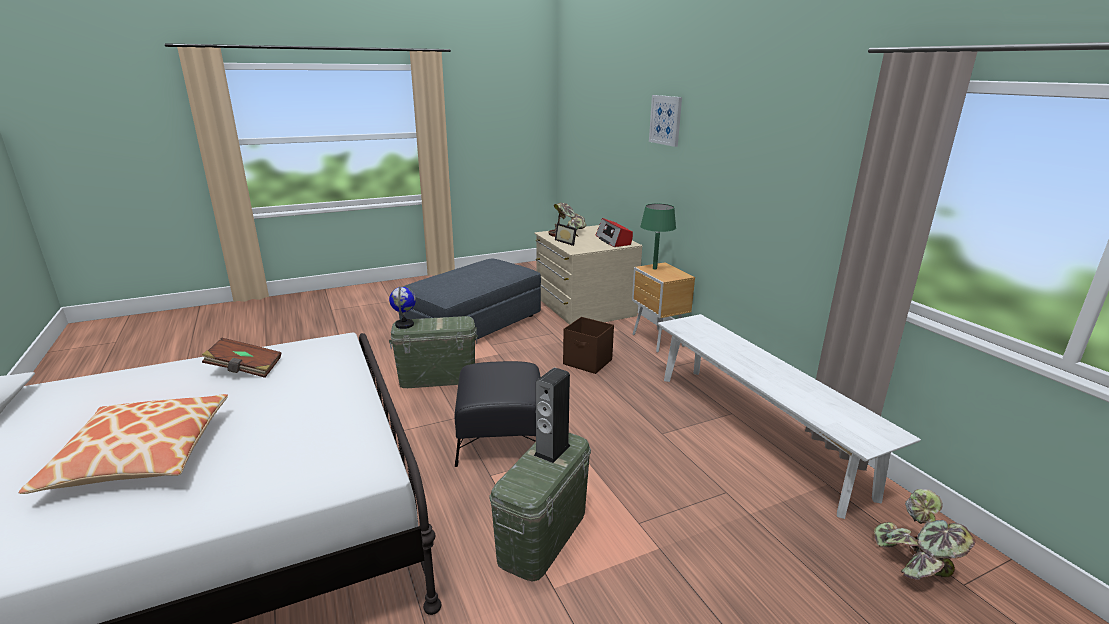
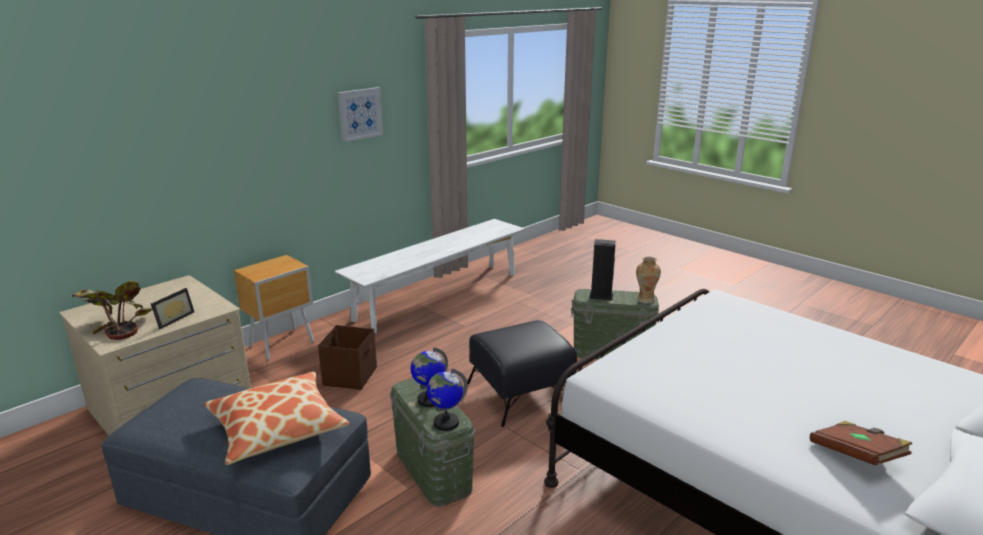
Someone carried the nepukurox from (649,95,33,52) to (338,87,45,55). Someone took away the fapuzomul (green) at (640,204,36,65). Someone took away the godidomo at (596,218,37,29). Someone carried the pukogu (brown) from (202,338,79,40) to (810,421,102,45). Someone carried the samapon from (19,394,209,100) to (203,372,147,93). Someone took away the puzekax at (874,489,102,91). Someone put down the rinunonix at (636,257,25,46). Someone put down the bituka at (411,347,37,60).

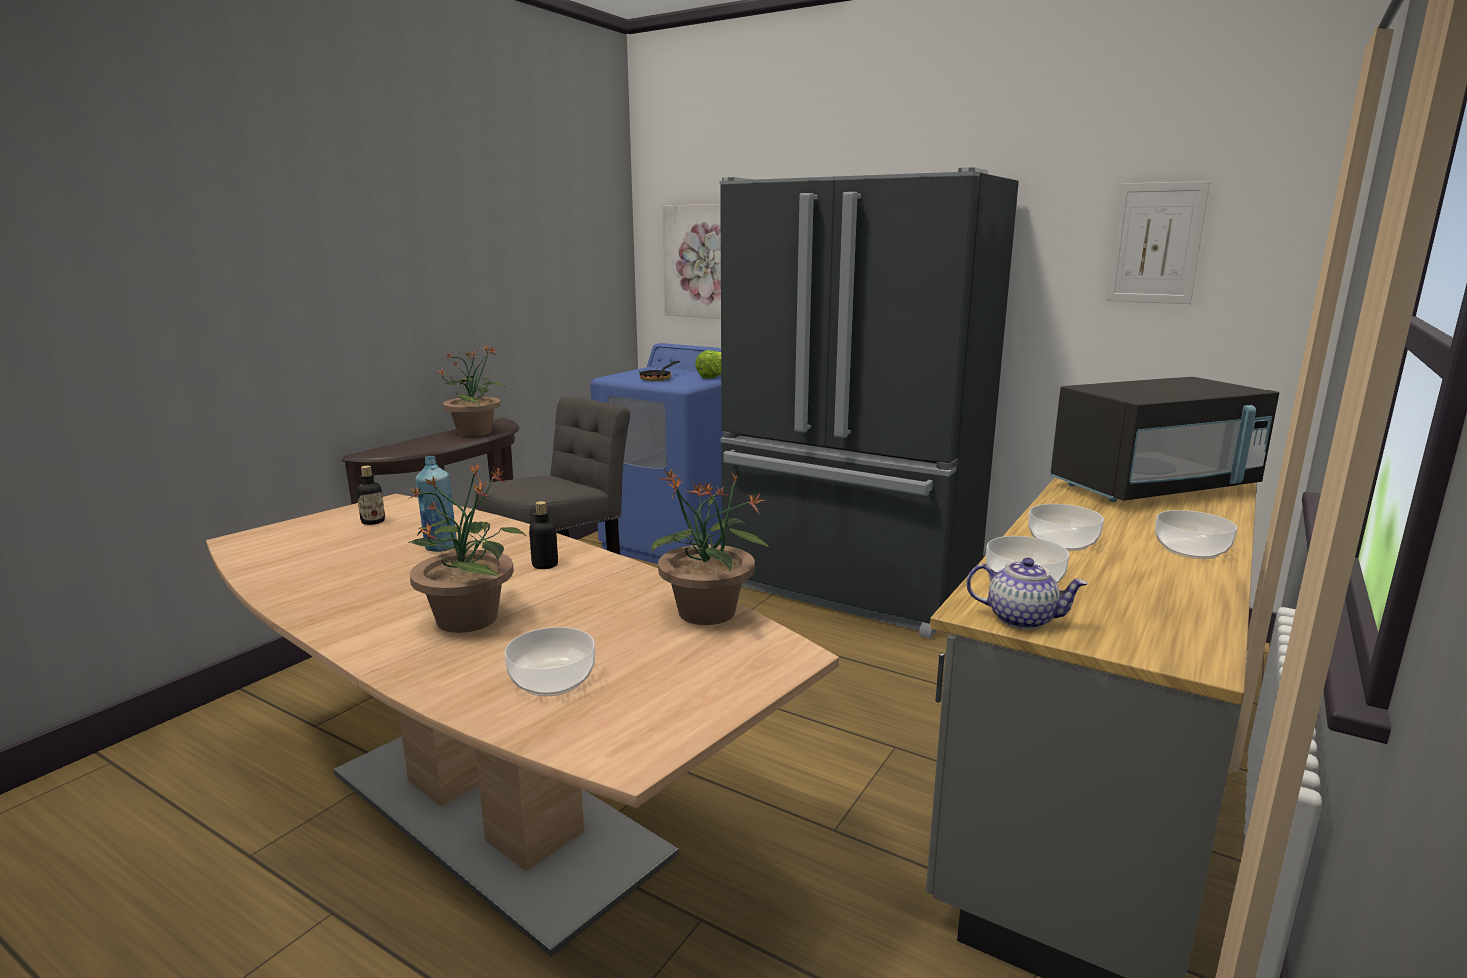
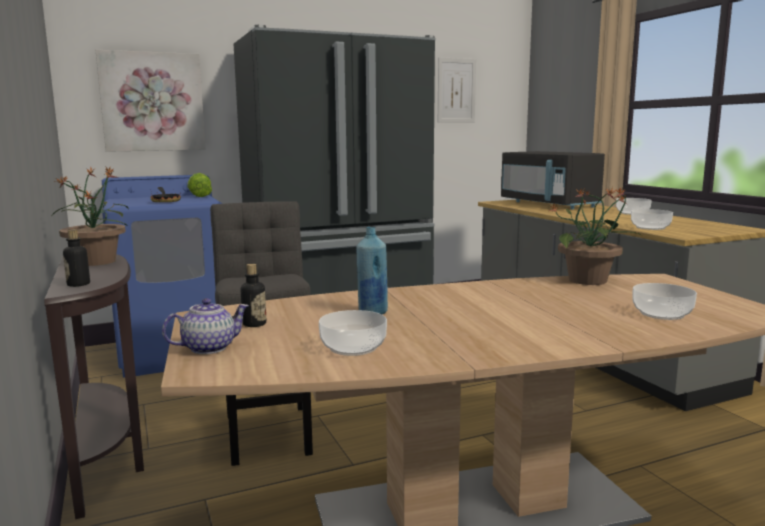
Someone rotated the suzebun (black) at (1050,377,229,125) by 135 degrees clockwise. Someone took away the puzekax at (408,462,118,171). Someone carried the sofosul from (529,501,29,68) to (63,229,27,58). Someone carried the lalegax from (1028,504,76,47) to (319,310,68,46). Someone carried the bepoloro from (966,558,122,71) to (162,298,87,56).

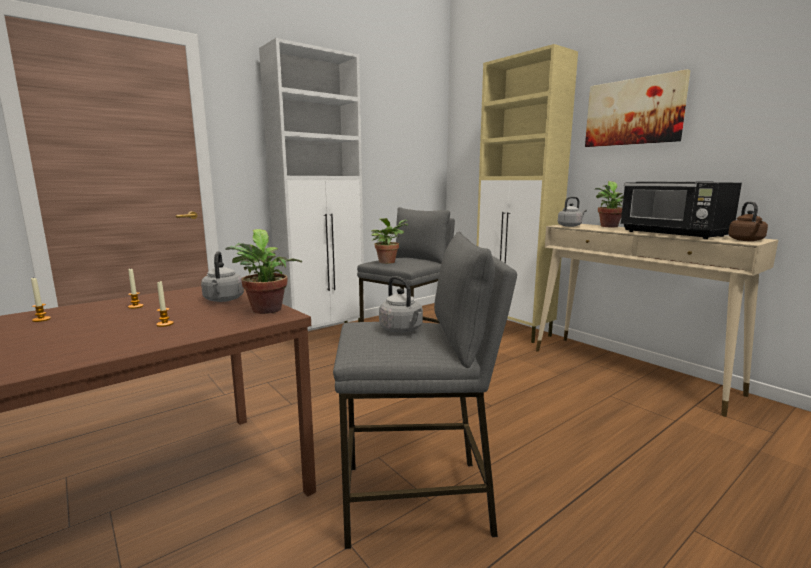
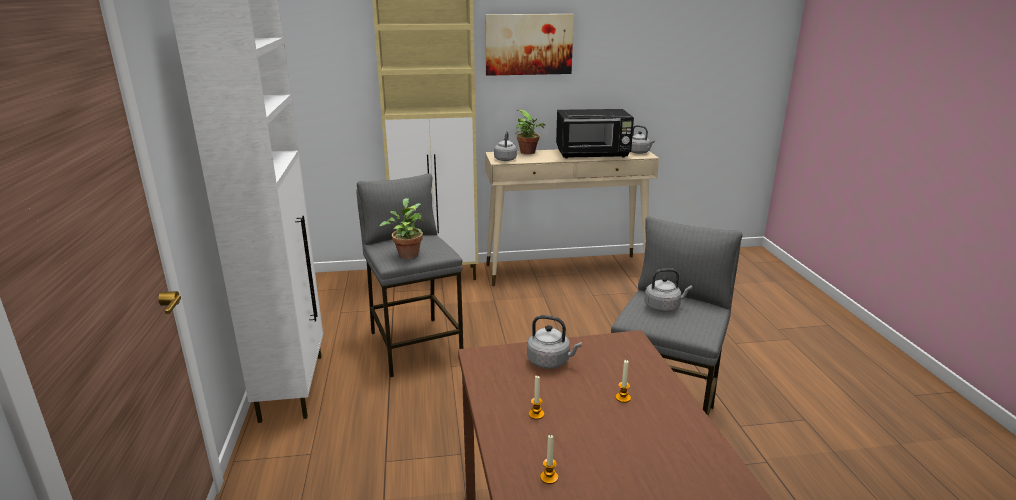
Someone repainted the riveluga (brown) at (728,201,40,40), which became the riveluga (grey) at (631,125,24,29). Someone took away the puzekax at (225,229,77,85).

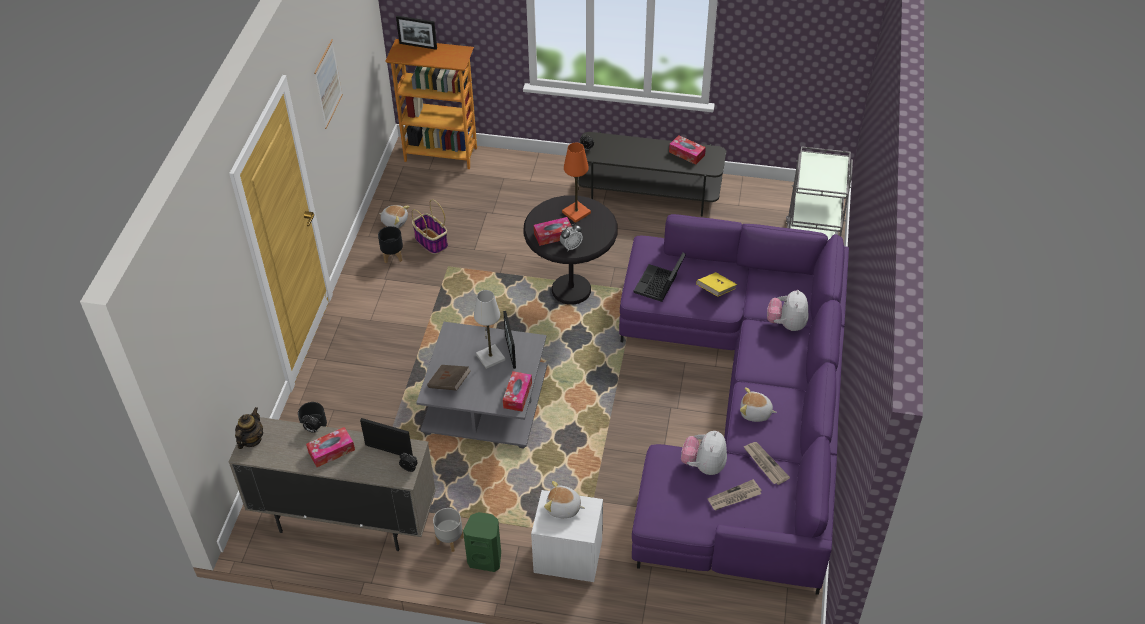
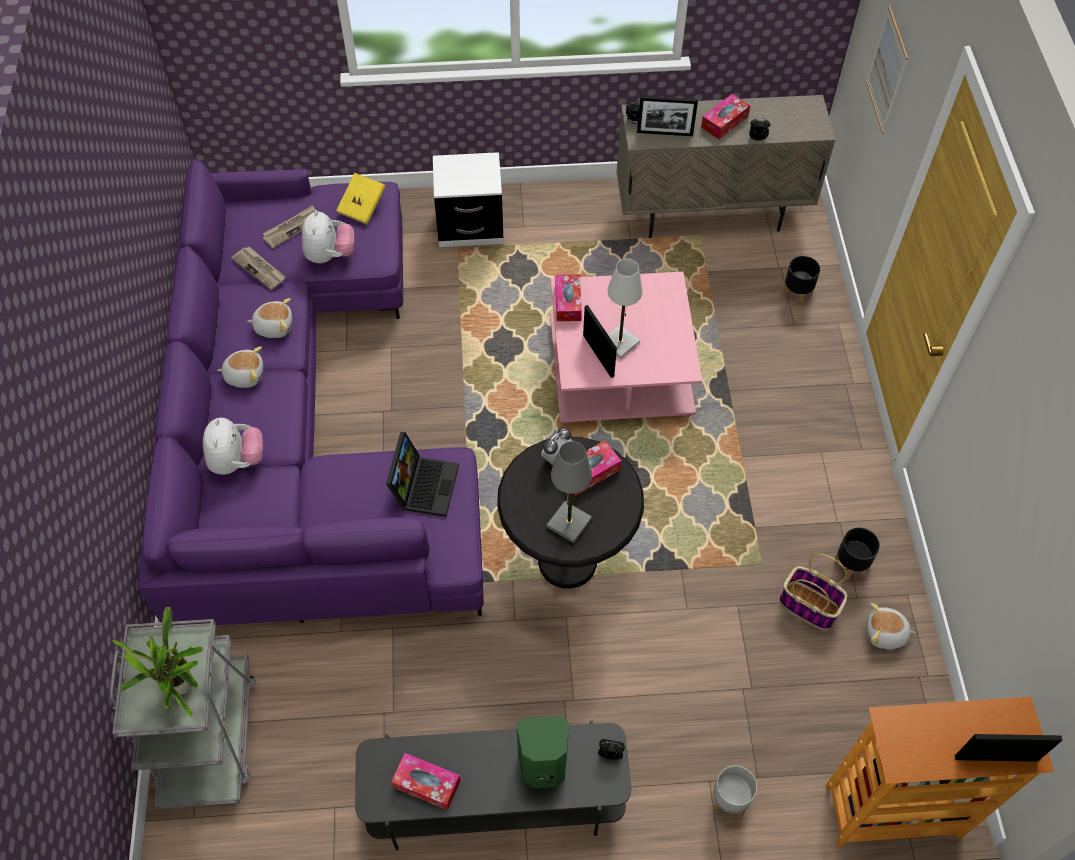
Someone carried the nepukurox from (314,39,29,90) to (866,6,42,127). Someone repainted the fapuzomul (orange) at (562,143,29,80), which became the fapuzomul (grey) at (547,441,45,102). Someone carried the pukogu (yellow) from (696,272,41,25) to (336,173,50,51). Someone repainted the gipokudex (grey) at (416,322,131,126), which became the gipokudex (pink) at (550,272,152,152). Someone took away the pukogu (brown) at (427,365,44,26). Someone took away the bepoloro at (235,407,28,42). Someone carried the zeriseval from (544,481,41,37) to (217,346,46,42). Someone carried the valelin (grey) from (433,508,31,44) to (713,765,44,53). Someone carried the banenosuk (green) from (463,512,38,60) to (517,716,52,72). Someone put down the puzekax at (112,607,92,109).

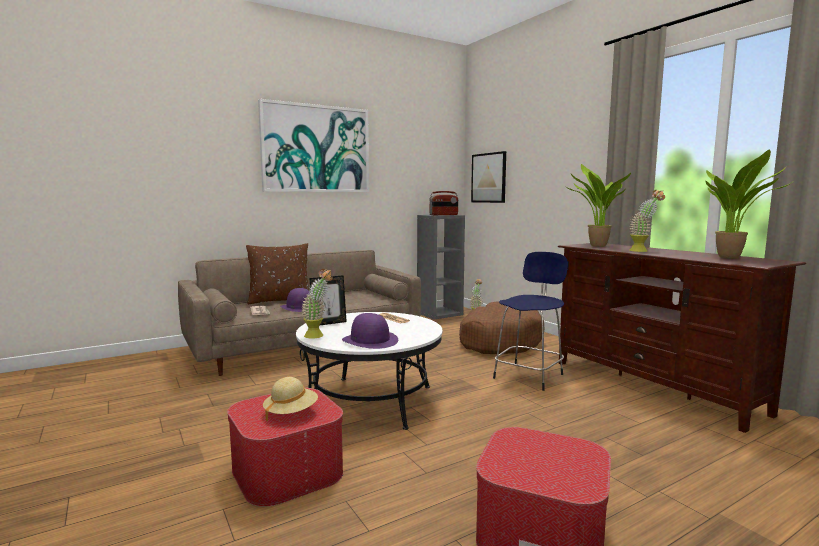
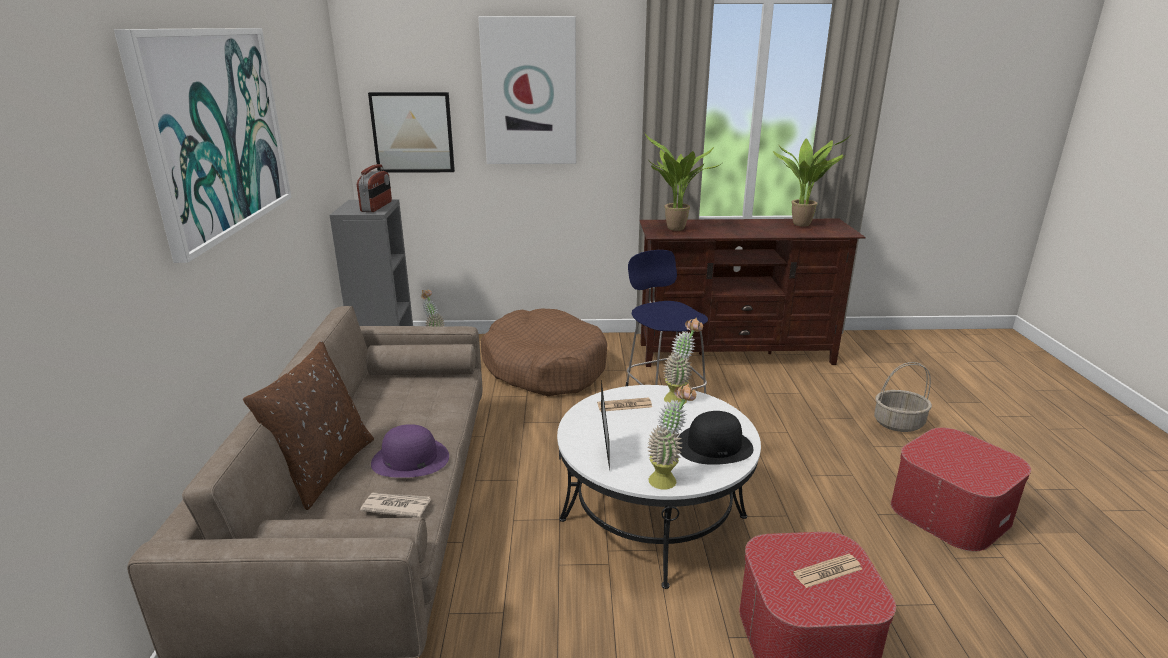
Someone carried the puzekax from (629,190,36,62) to (663,318,40,86). Someone repainted the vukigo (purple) at (342,313,56,36), which became the vukigo (black) at (678,411,75,54). Someone swapped the vukigo (beige) at (263,377,55,44) for the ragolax at (793,554,69,34). Someone put up the nepukurox at (478,16,98,148). Someone put down the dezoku at (874,362,58,70).

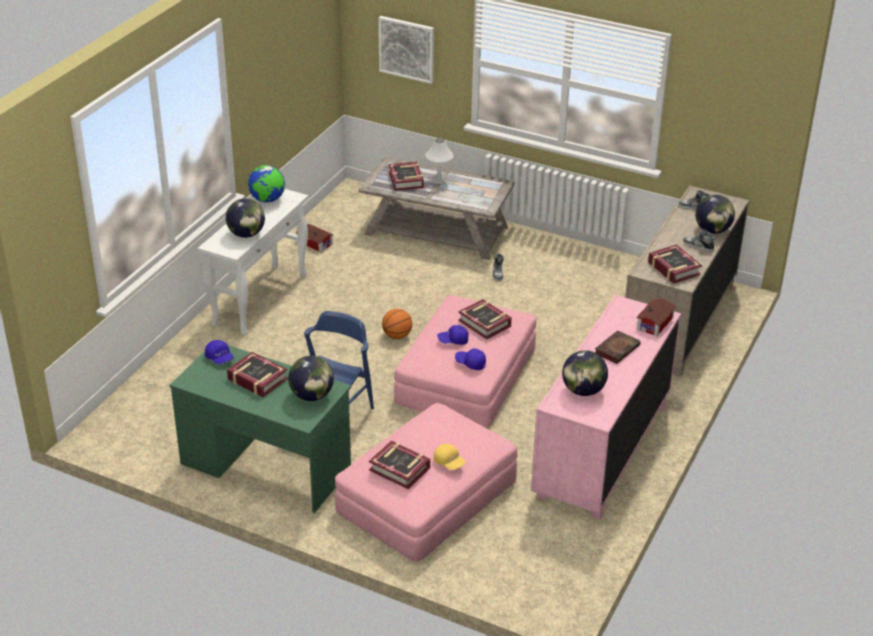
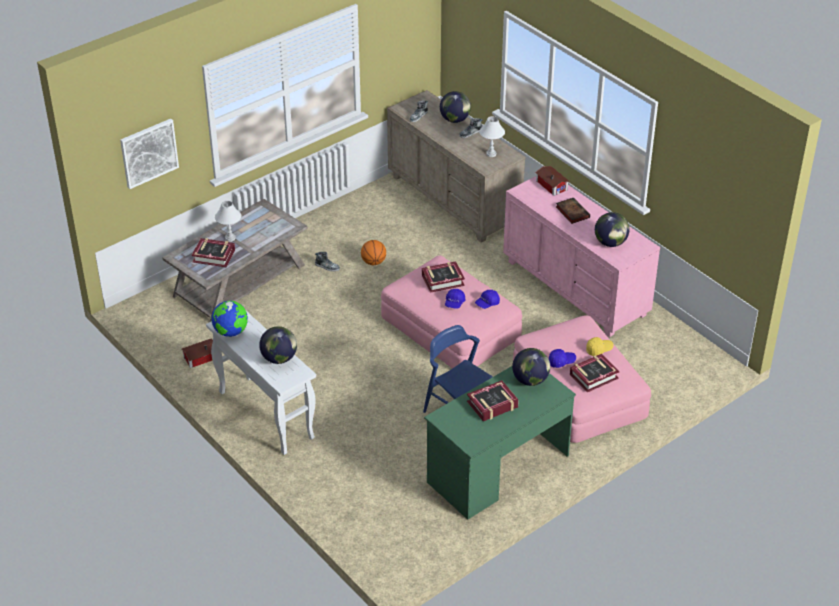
Someone swapped the pukogu at (648,245,54,39) for the fapuzomul (white) at (479,116,26,41). Someone carried the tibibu from (382,309,30,30) to (361,240,25,25). Someone carried the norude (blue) from (205,340,29,24) to (549,349,27,19).

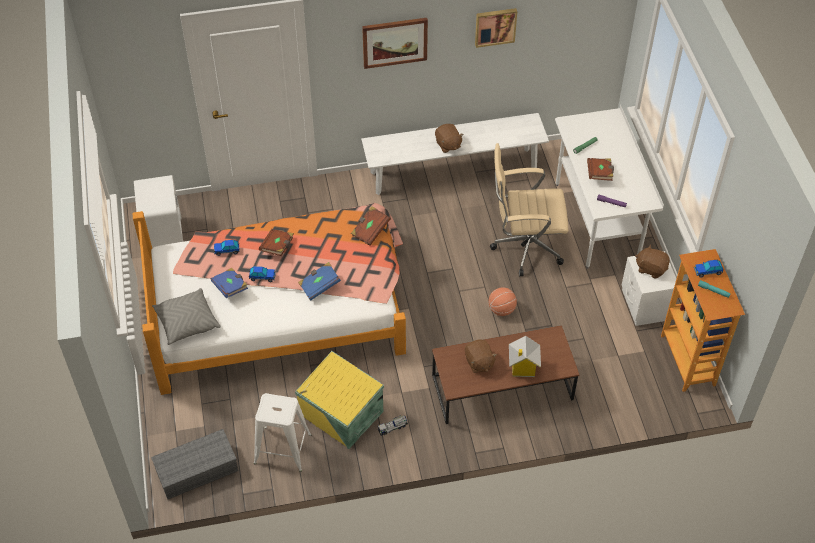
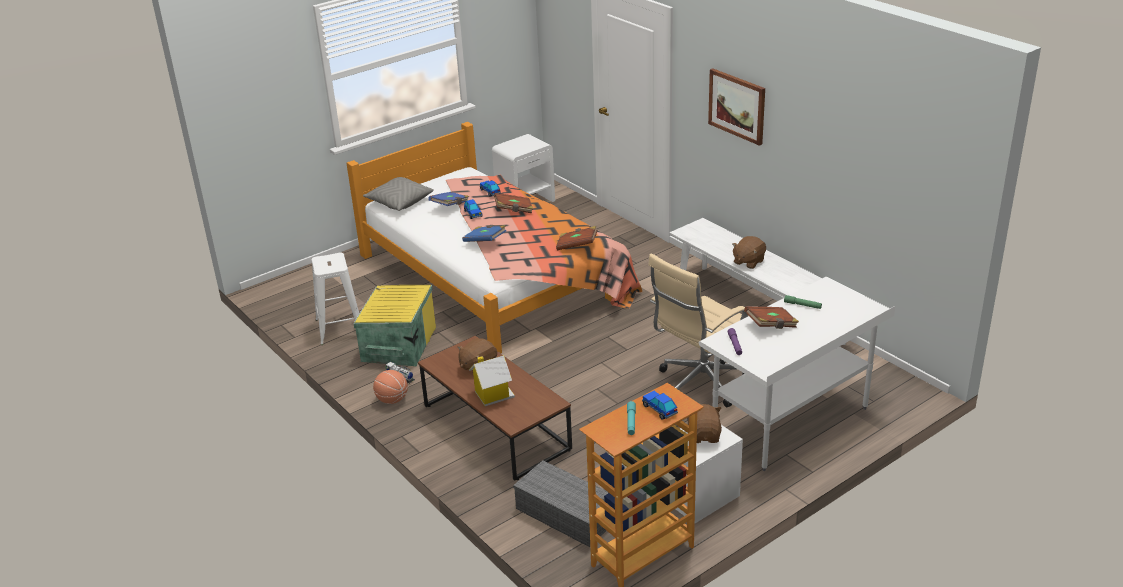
Someone took away the nepukurox at (475,8,42,40). Someone rotated the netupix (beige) at (490,143,78,133) by 105 degrees counterclockwise. Someone carried the tibibu from (488,287,29,29) to (373,370,35,34). Someone carried the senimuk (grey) from (151,429,87,70) to (513,460,96,87).

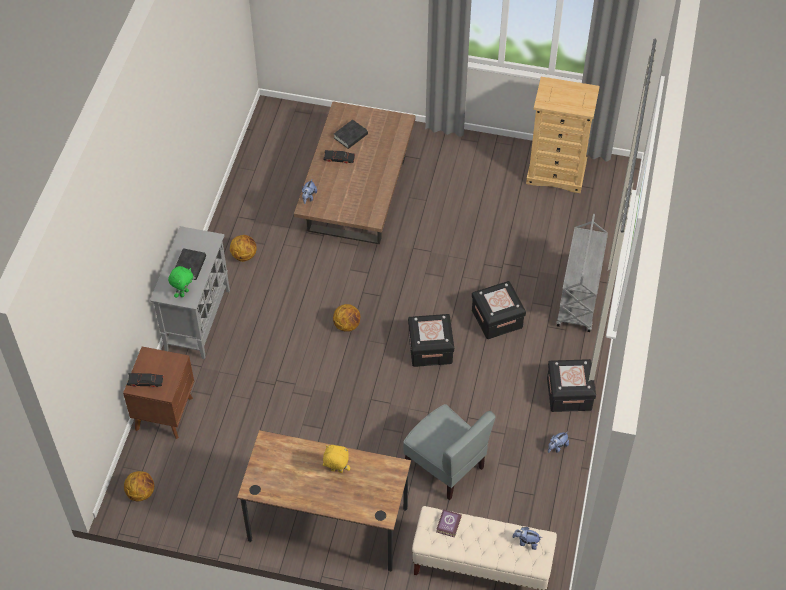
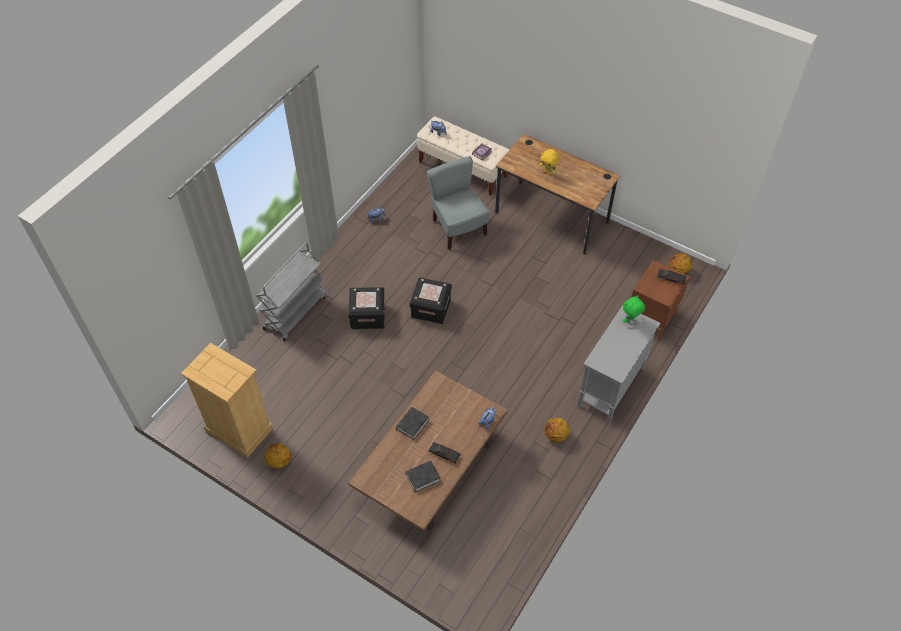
Someone carried the pukogu (black) from (175,248,31,32) to (396,407,33,33). Someone carried the tibibu from (333,304,27,28) to (265,444,26,24). Someone took away the senimuk (black) at (547,359,49,53).

